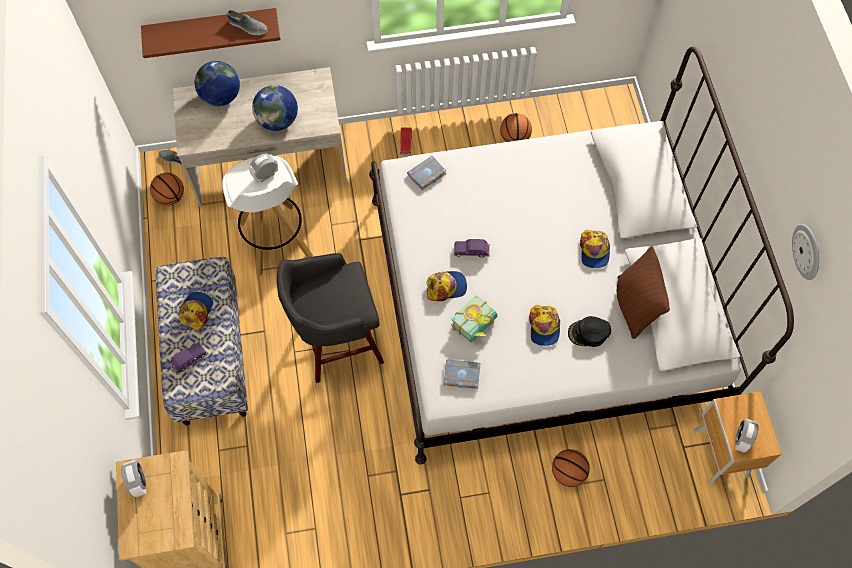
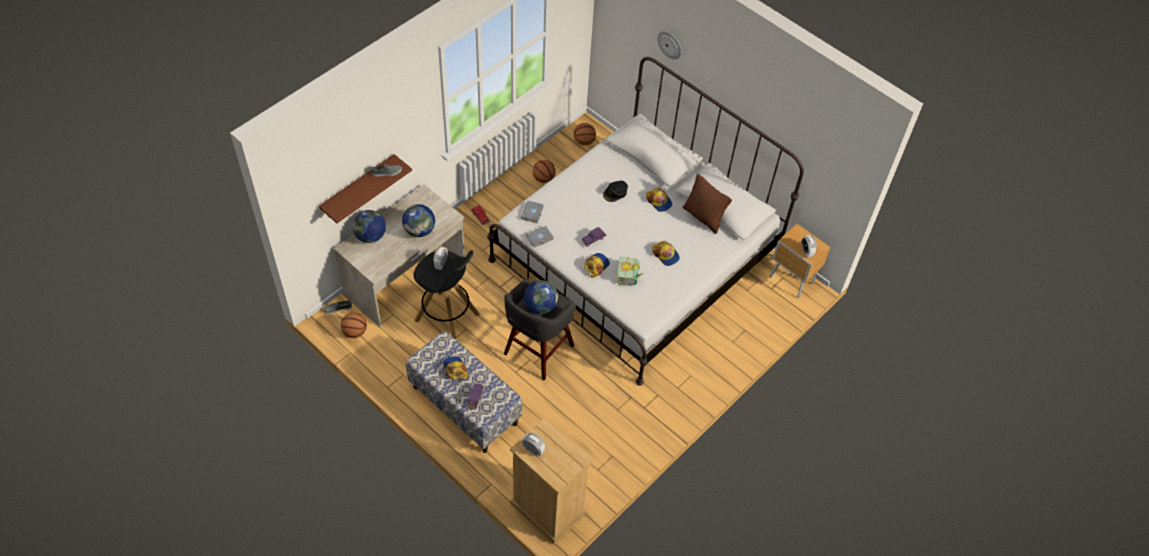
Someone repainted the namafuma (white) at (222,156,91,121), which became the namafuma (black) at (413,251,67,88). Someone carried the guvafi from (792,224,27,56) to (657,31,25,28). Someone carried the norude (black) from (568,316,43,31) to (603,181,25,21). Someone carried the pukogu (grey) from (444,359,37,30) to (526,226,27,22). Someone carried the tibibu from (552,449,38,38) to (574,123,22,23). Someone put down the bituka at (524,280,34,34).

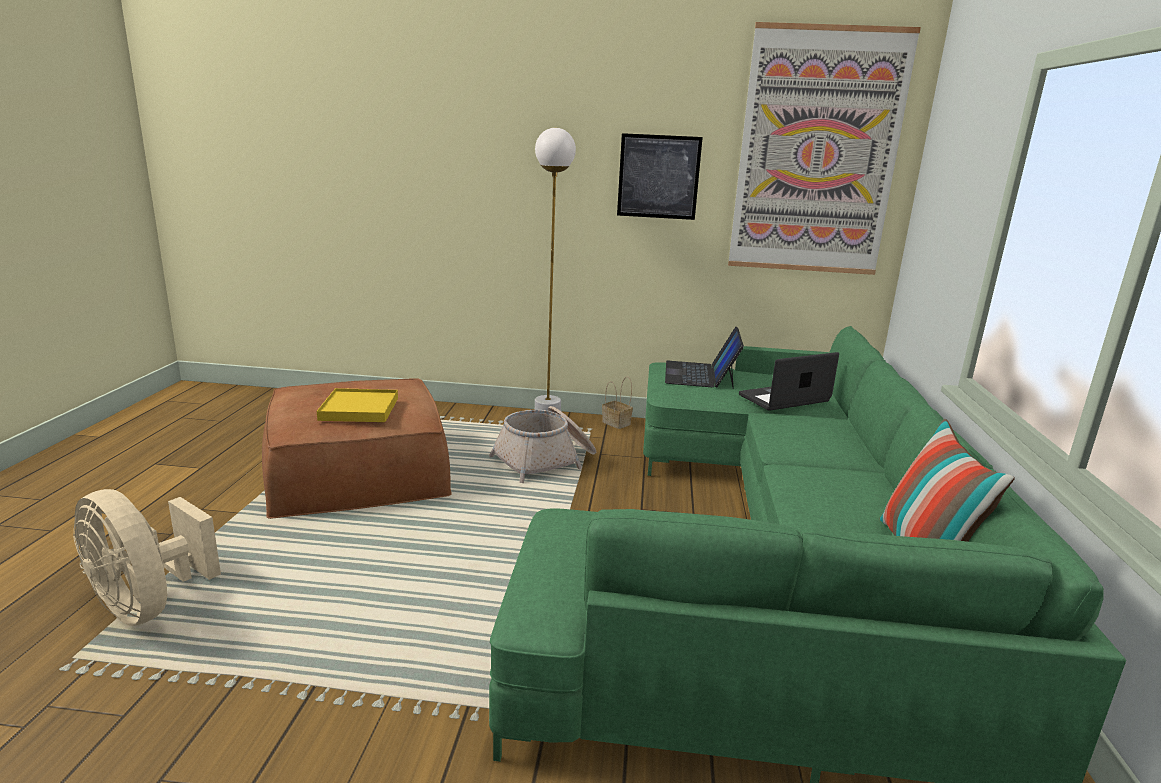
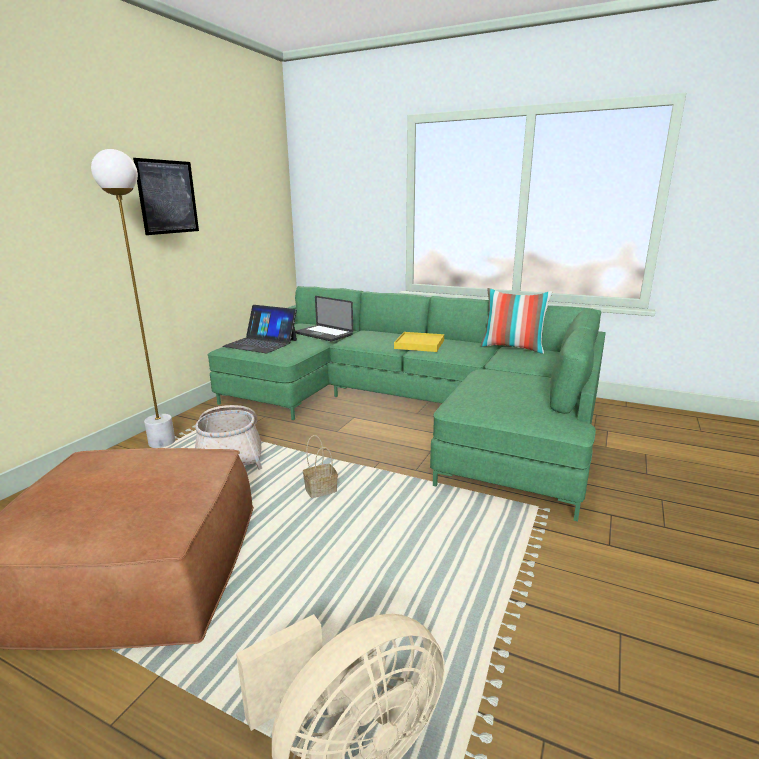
Someone took away the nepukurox at (728,22,193,253). Someone rotated the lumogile at (739,352,100,59) by 45 degrees counterclockwise. Someone carried the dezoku from (602,377,31,52) to (303,435,35,63). Someone carried the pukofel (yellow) from (317,388,81,34) to (394,332,50,20).

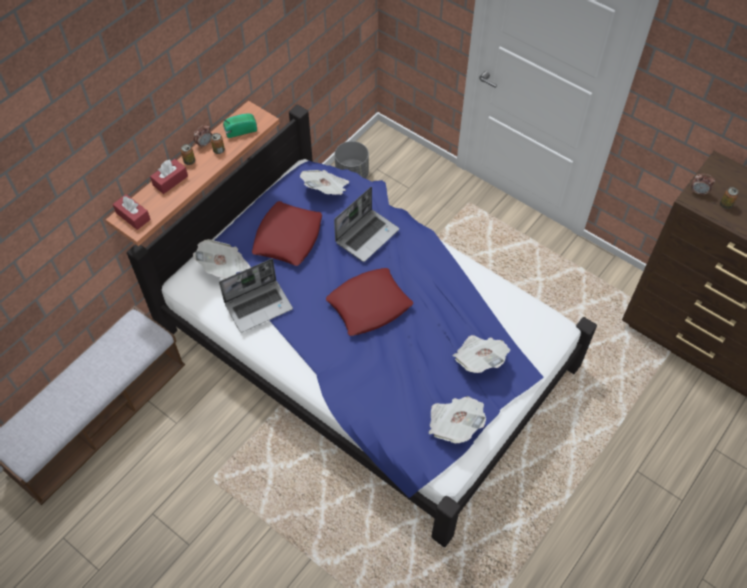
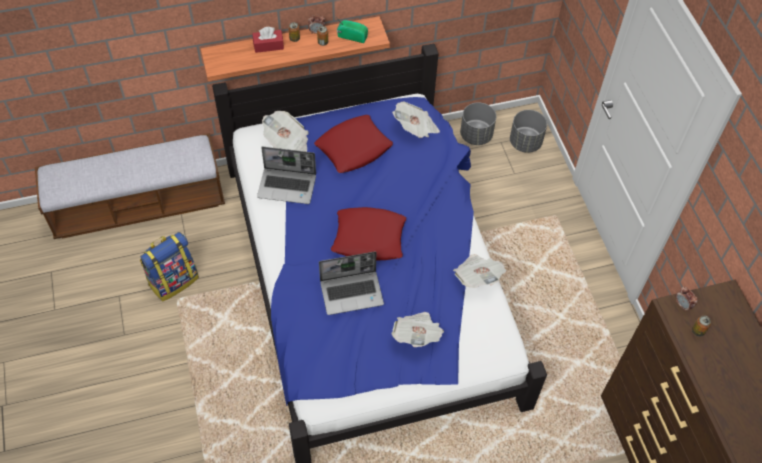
Someone carried the lumogile from (334,187,65,75) to (319,252,65,63). Someone took away the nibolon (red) at (113,194,38,36). Someone carried the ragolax from (429,396,57,47) to (453,254,53,34). Someone put down the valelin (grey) at (510,110,37,43). Someone put down the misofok at (140,232,59,69).

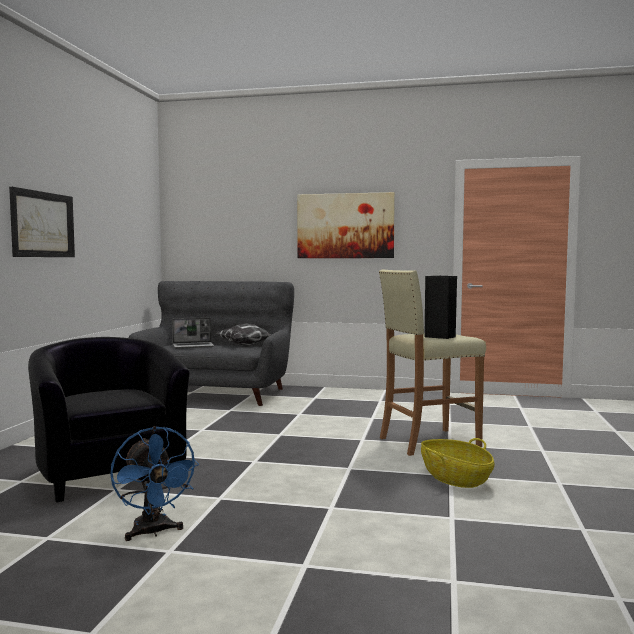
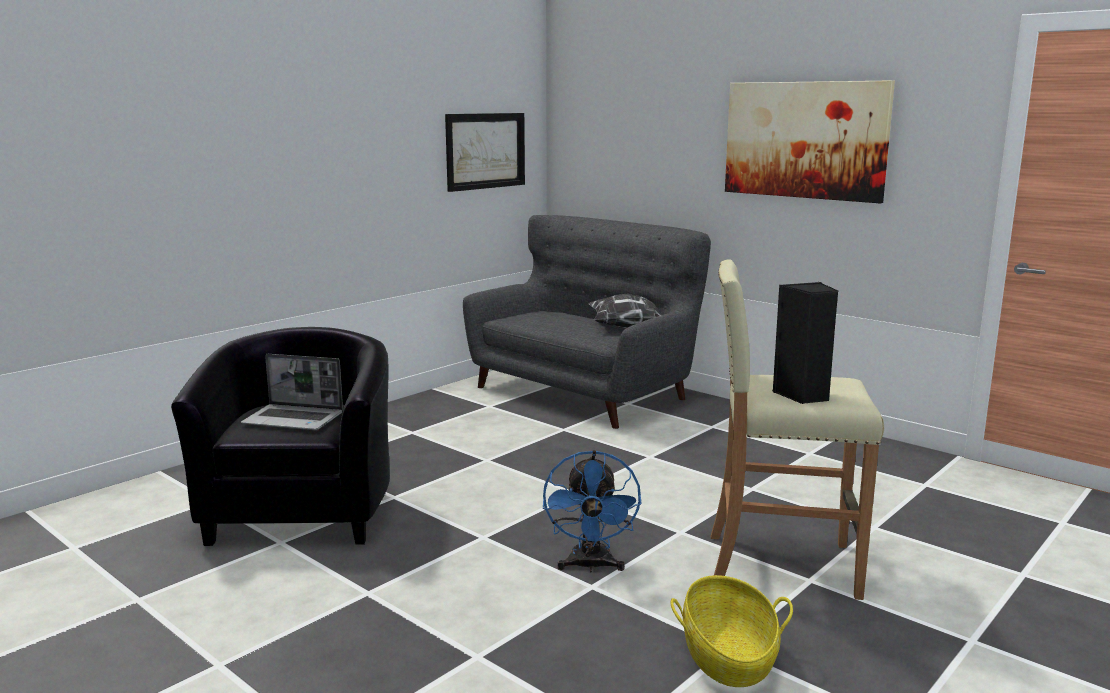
Someone carried the nepukurox from (9,187,66,70) to (445,113,80,79). Someone carried the lumogile from (172,317,42,32) to (241,354,102,76). Someone carried the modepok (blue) from (110,426,89,115) to (543,450,99,122).

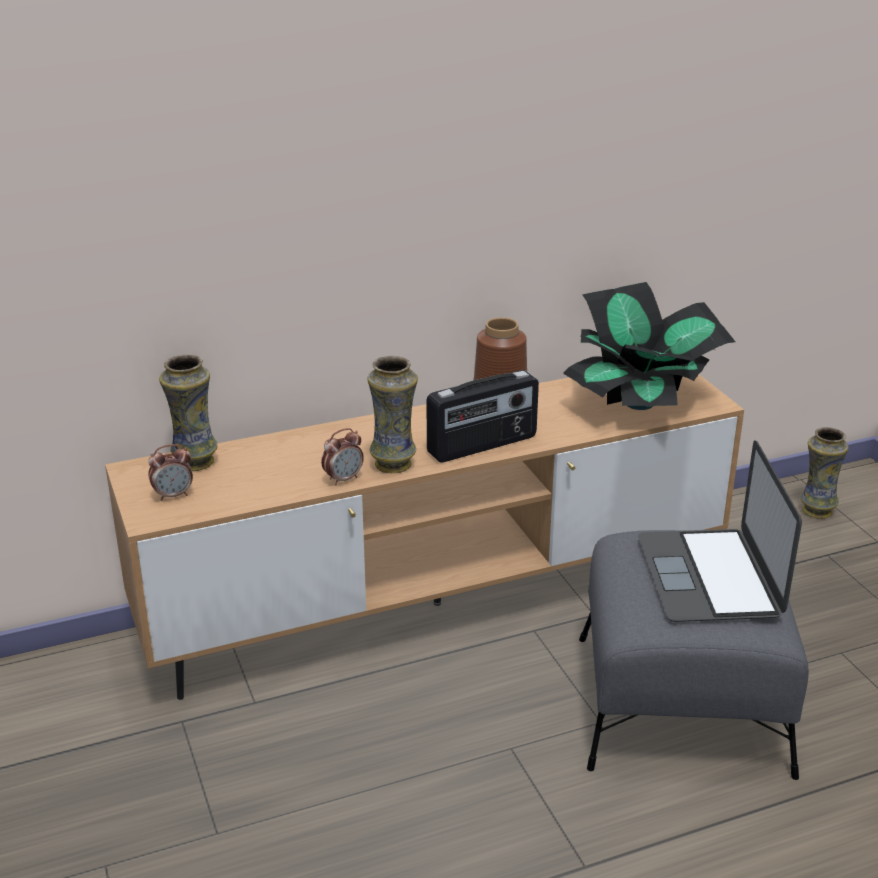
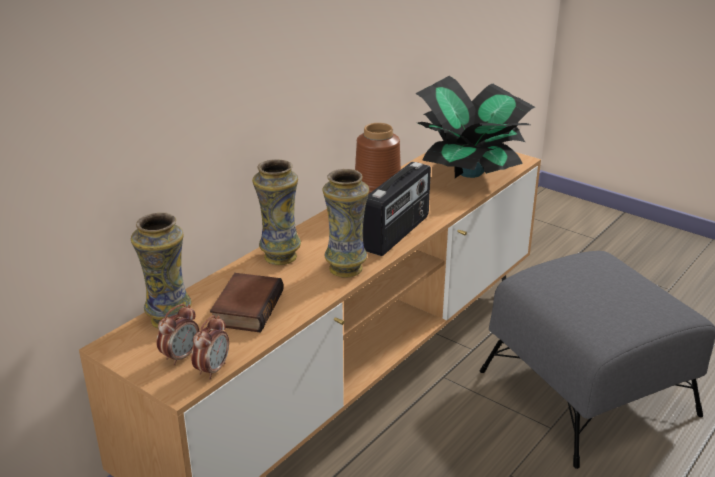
Someone carried the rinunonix from (800,427,49,92) to (252,159,49,106). Someone carried the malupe from (321,428,43,58) to (191,315,38,64). Someone took away the lumogile at (638,440,164,182). Someone put down the pukogu at (210,273,74,60).

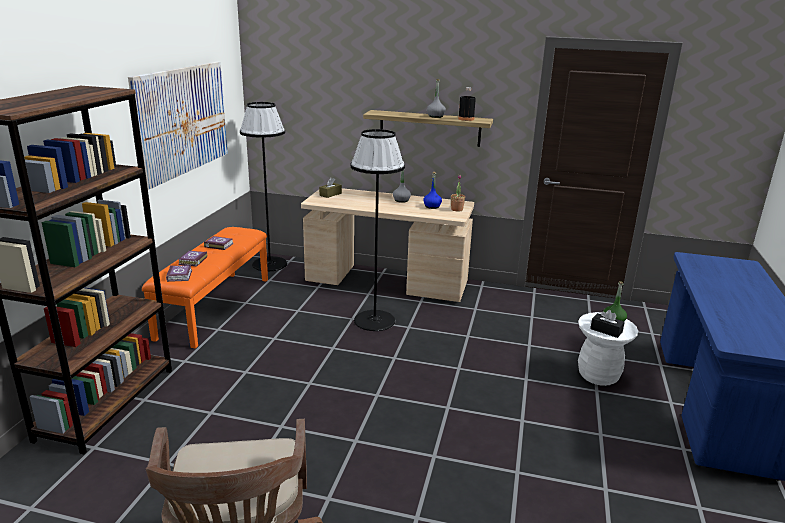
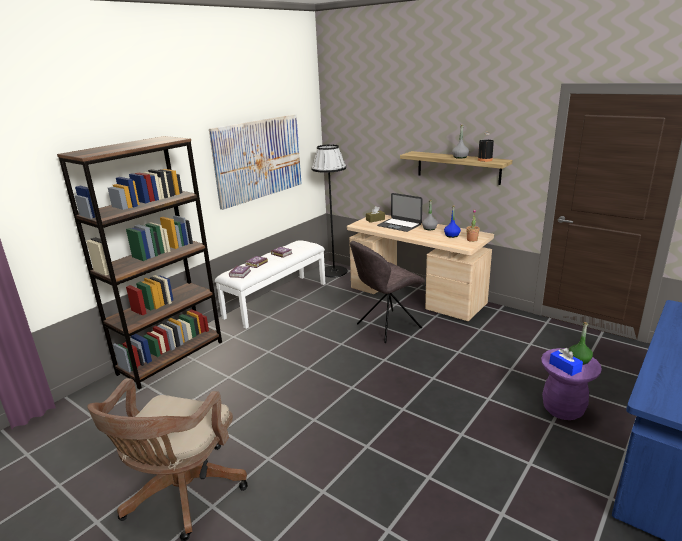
Someone swapped the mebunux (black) at (351,129,54,202) for the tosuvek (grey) at (350,241,75,102). Someone repainted the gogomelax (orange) at (142,227,126,122), which became the gogomelax (white) at (215,240,110,89). Someone repainted the nibolon (black) at (590,310,35,28), which became the nibolon (blue) at (549,348,34,28). Someone repainted the namafuma (white) at (578,312,60,74), which became the namafuma (purple) at (541,348,61,72). Someone put down the lumogile at (377,193,46,39).

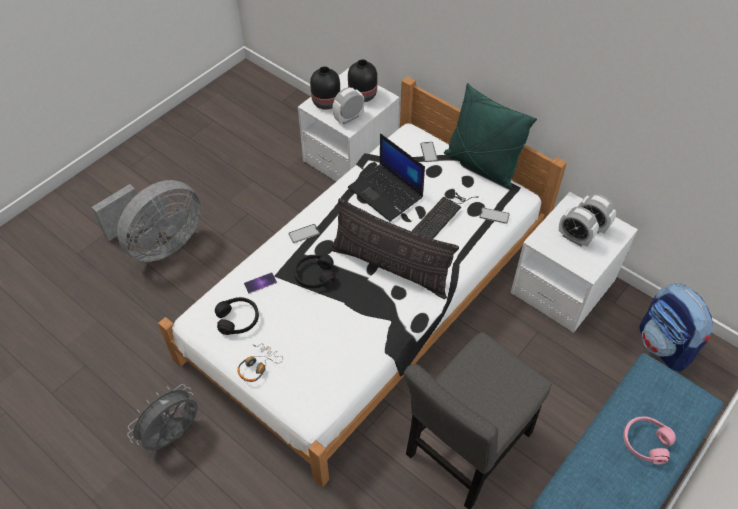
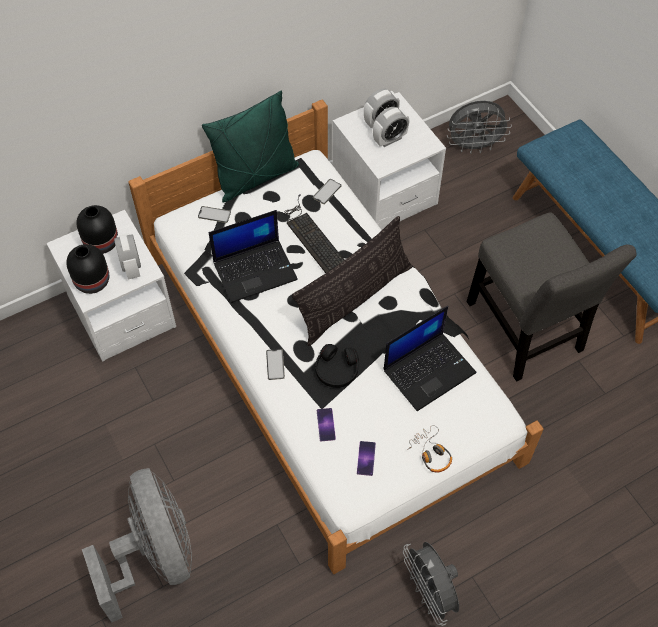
Someone swapped the misofok at (639,283,74,89) for the modepok (grey) at (447,101,65,53). Someone swapped the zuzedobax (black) at (215,297,44,38) for the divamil at (357,441,19,35). Someone took away the zuzedobax (pink) at (623,416,53,48). Someone put down the lumogile at (383,306,93,105).

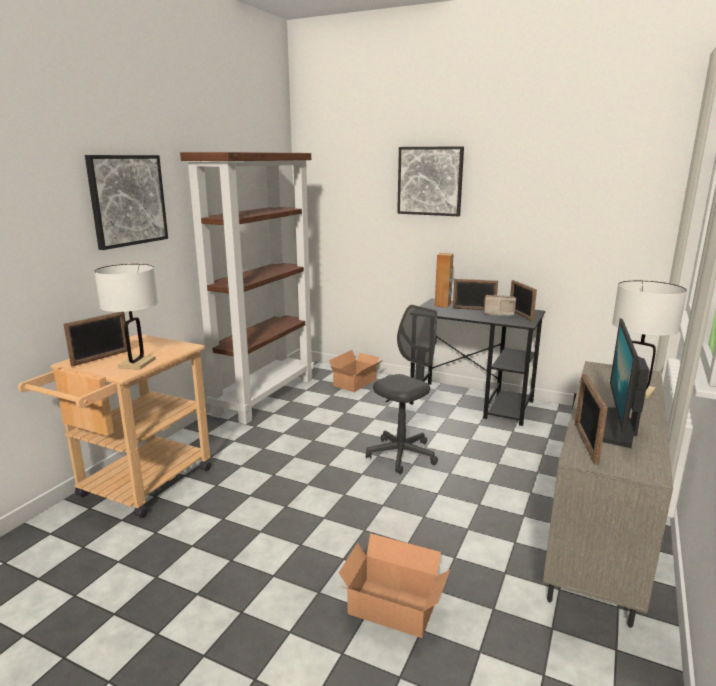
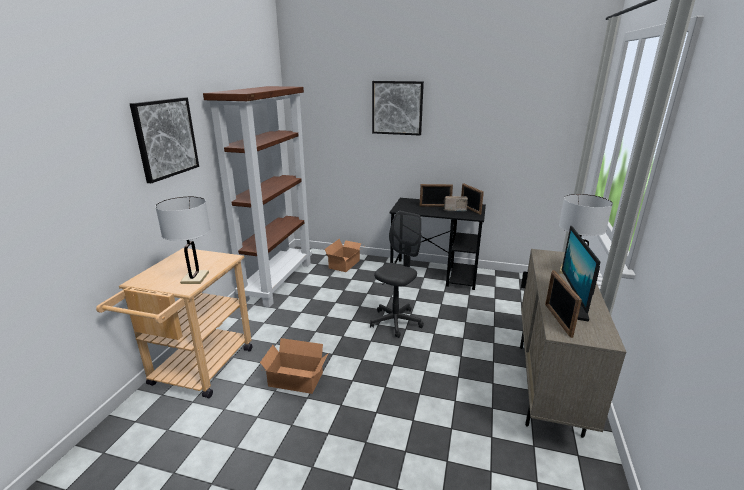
Someone took away the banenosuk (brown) at (435,253,19,55). Someone took away the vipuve at (63,312,64,54). Someone carried the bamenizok from (339,533,111,105) to (260,338,68,56).

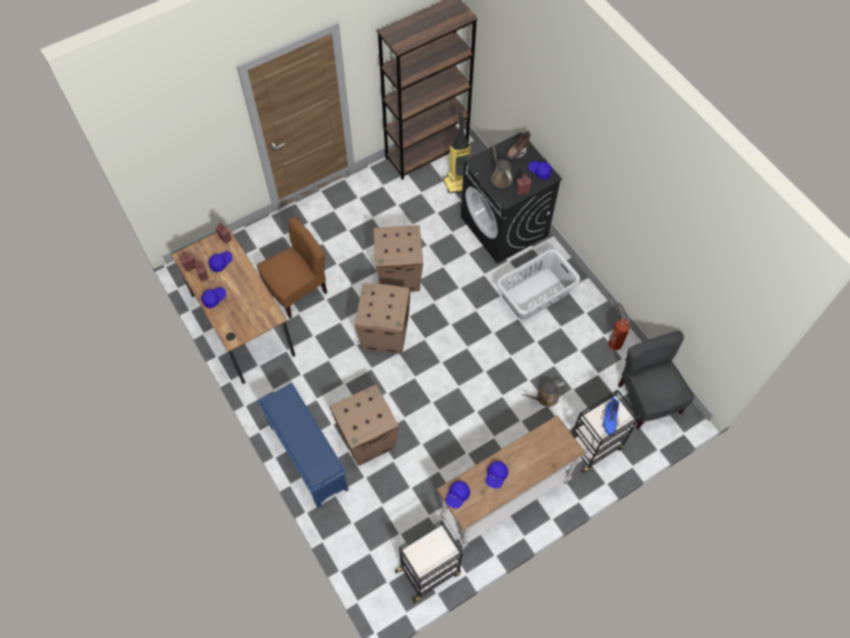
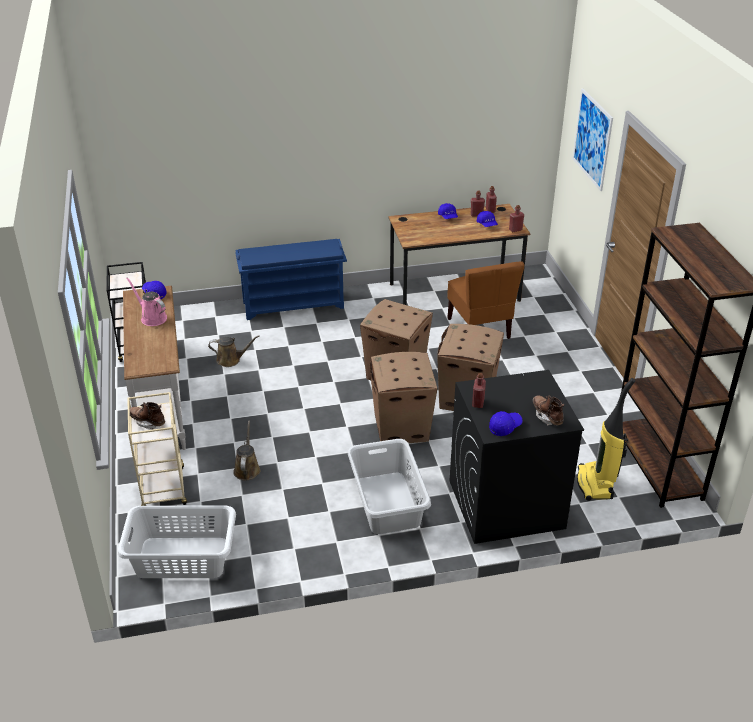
Someone carried the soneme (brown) from (491,139,21,49) to (208,335,51,32). Someone took away the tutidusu at (608,303,22,47). Someone swapped the tosuvek (grey) at (618,331,77,98) for the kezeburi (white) at (118,506,118,72). Someone carried the bamenizok from (330,384,69,82) to (370,352,68,91). Someone repainted the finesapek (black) at (572,390,68,84), which became the finesapek (beige) at (127,392,60,114). Someone repainted the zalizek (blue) at (602,397,18,39), which became the zalizek (brown) at (130,402,35,28). Someone swapped the norude (blue) at (486,461,22,28) for the soneme (pink) at (126,277,41,49). Someone put up the nepukurox at (572,88,41,103).

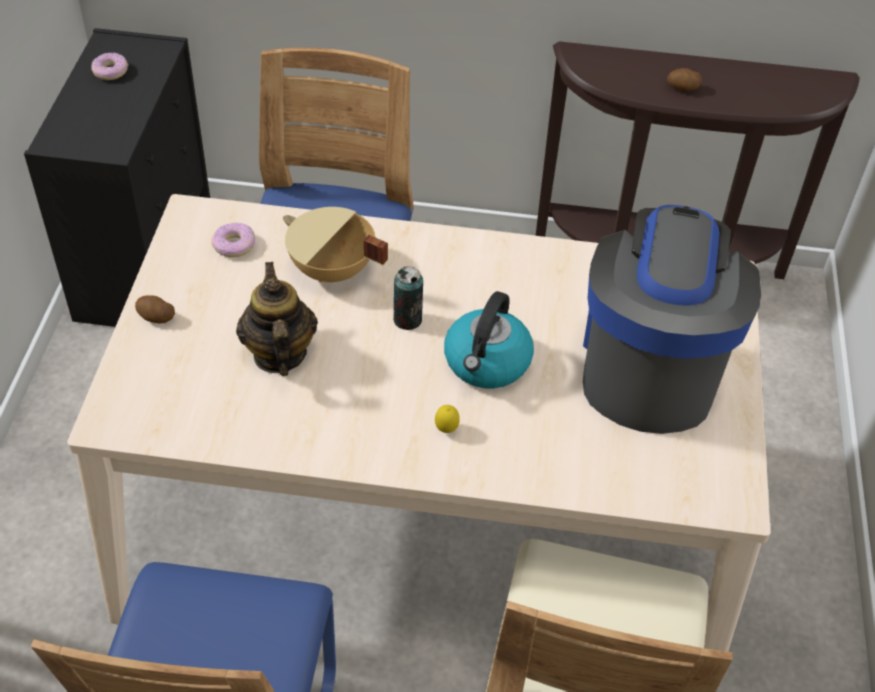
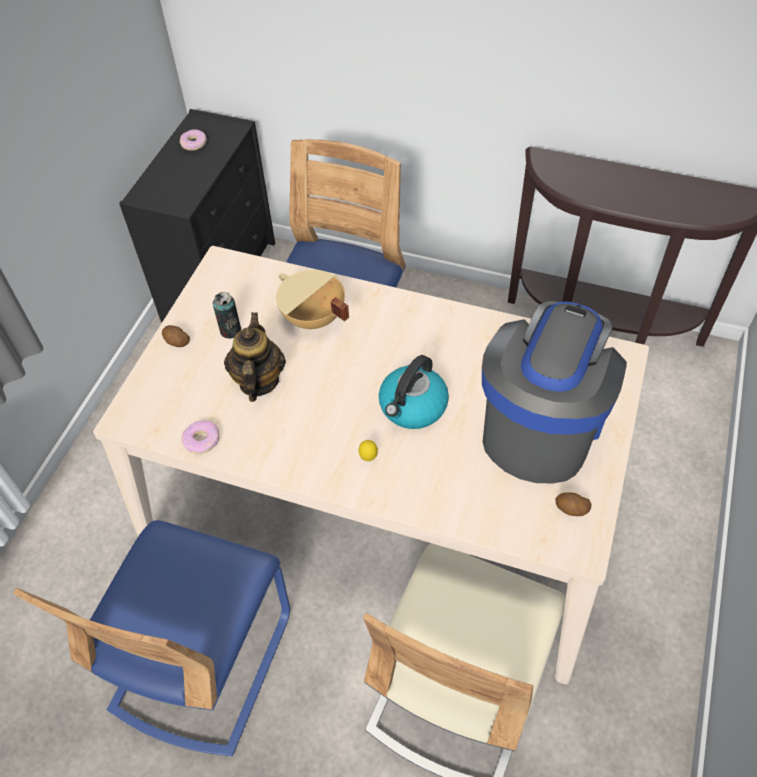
Someone carried the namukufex from (667,68,35,23) to (556,492,36,24). Someone carried the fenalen from (211,223,44,34) to (181,421,39,33). Someone carried the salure from (393,266,30,64) to (213,292,28,47).

